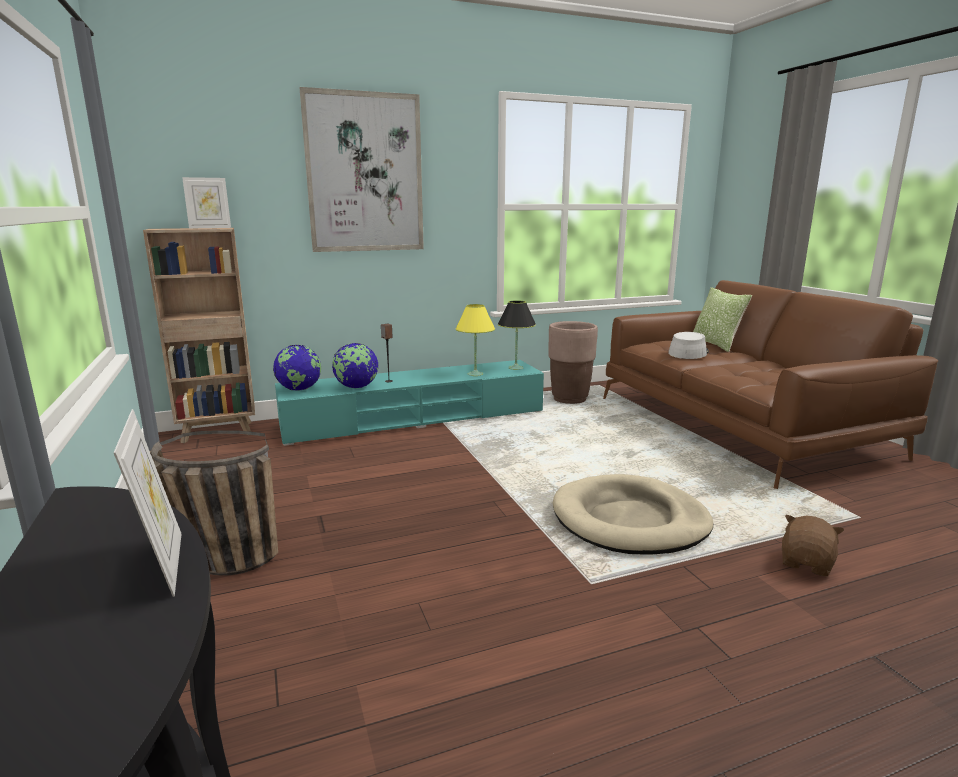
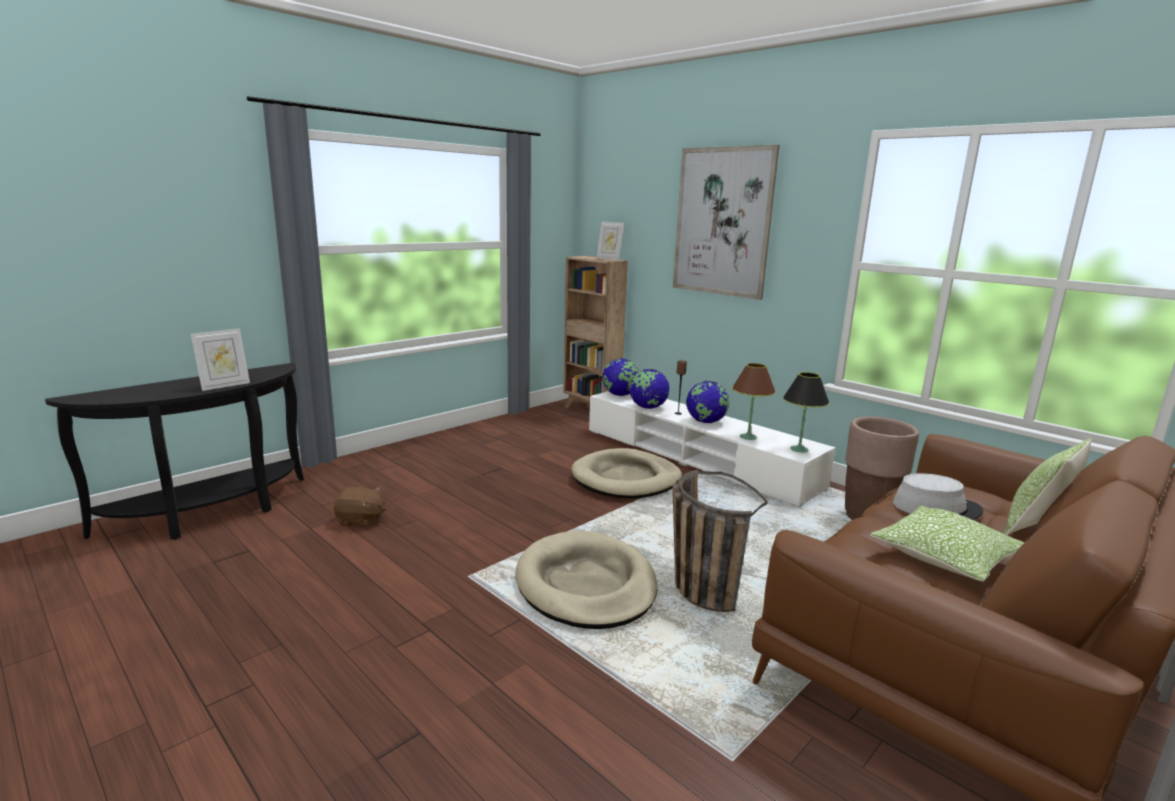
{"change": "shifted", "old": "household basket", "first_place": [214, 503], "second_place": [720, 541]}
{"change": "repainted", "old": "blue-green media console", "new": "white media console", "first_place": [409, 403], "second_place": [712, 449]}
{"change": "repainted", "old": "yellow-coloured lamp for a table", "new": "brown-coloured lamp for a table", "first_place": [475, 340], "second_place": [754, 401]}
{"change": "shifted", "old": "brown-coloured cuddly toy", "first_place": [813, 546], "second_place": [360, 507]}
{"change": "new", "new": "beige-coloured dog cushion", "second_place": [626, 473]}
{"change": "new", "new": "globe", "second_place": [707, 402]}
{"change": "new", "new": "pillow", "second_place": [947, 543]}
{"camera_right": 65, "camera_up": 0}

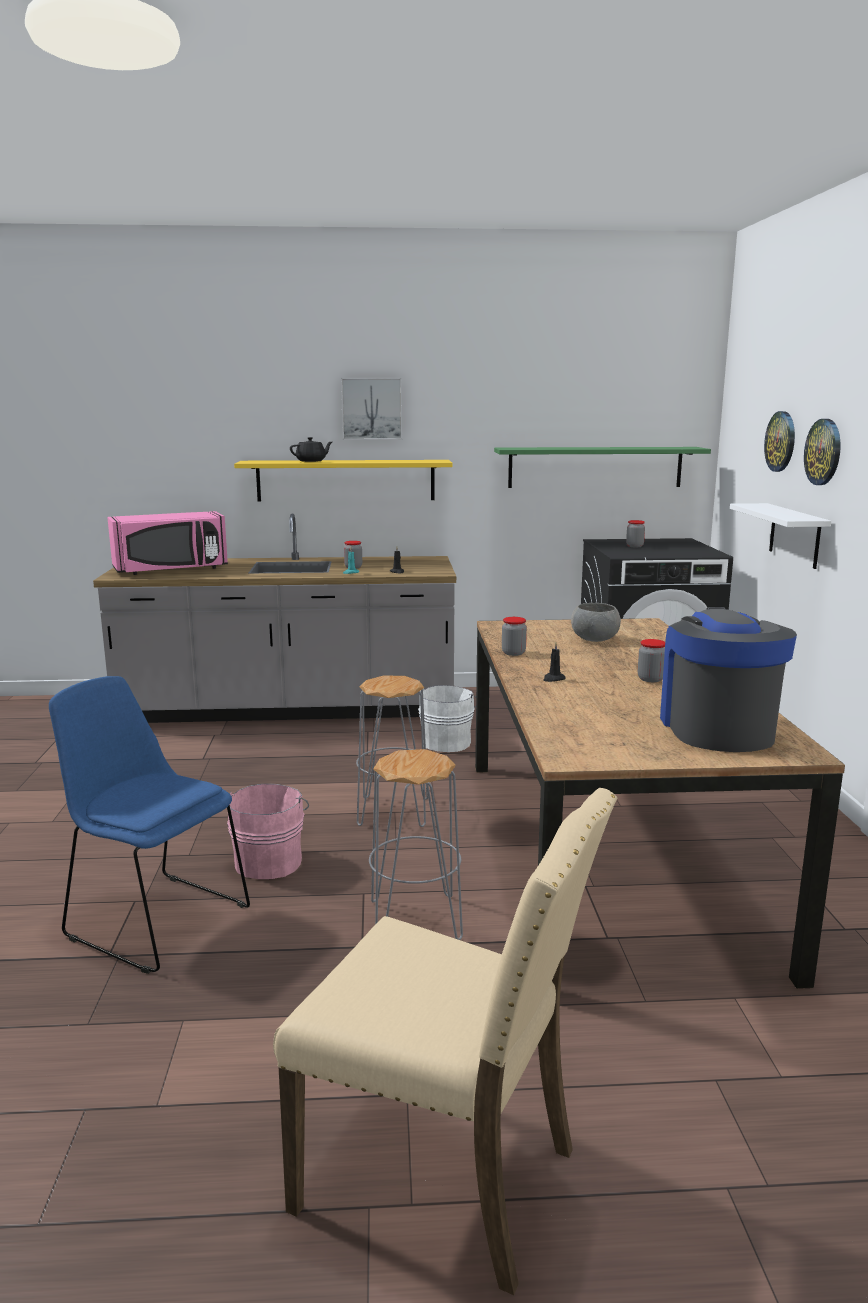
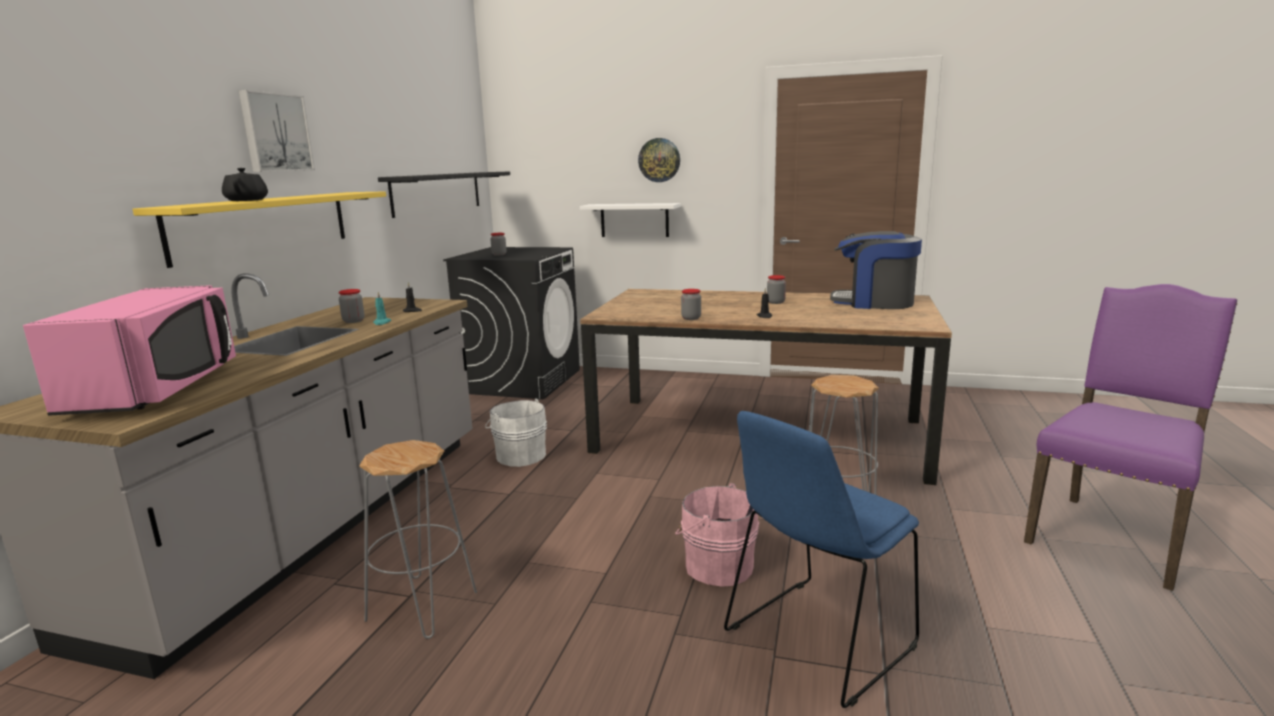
{"change": "repainted", "old": "beige-coloured plain chair", "new": "purplish plain chair", "first_place": [445, 1041], "second_place": [1130, 437]}
{"change": "shifted", "old": "grey stool seat", "first_place": [392, 751], "second_place": [418, 539]}
{"change": "repainted", "old": "greenish wall shelf", "new": "blackish wall shelf", "first_place": [602, 467], "second_place": [444, 194]}
{"change": "gone", "old": "grey bowl", "first_place": [596, 622]}
{"change": "gone", "old": "clock on the wall", "first_place": [779, 441]}
{"camera_right": -70, "camera_up": 0}

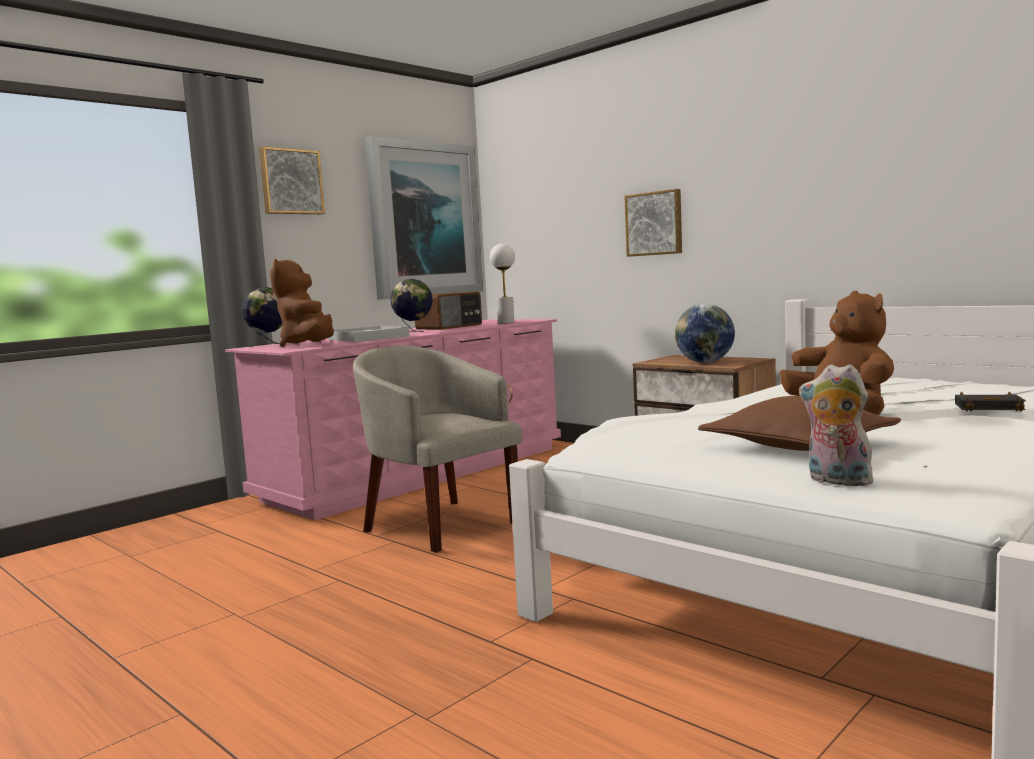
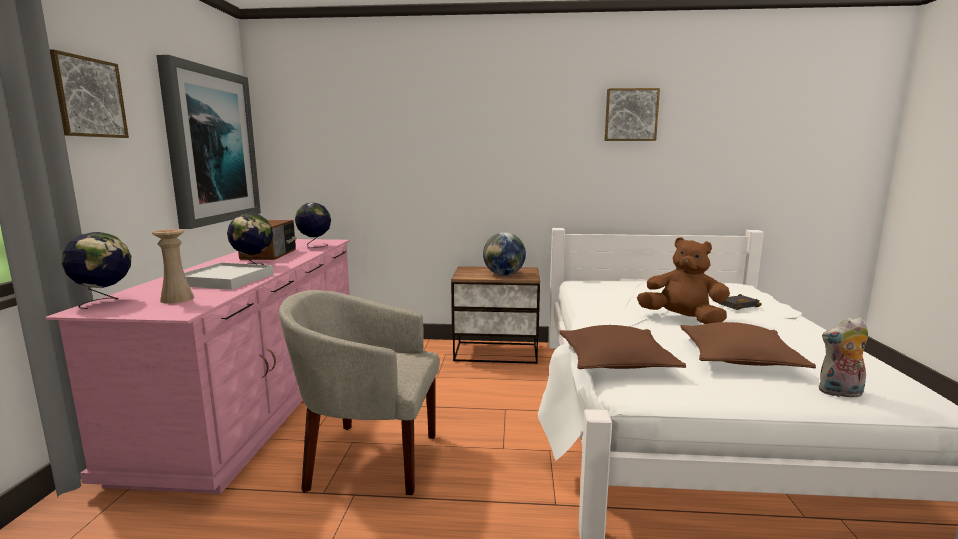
{"change": "swapped", "old": "brown-coloured cuddly toy", "new": "beige-coloured decorative vase", "first_place": [302, 303], "second_place": [173, 266]}
{"change": "swapped", "old": "white lamp for a table", "new": "globe", "first_place": [502, 283], "second_place": [313, 225]}
{"change": "shifted", "old": "wall art", "first_place": [653, 223], "second_place": [632, 114]}
{"change": "new", "new": "brown-coloured pillow", "second_place": [623, 347]}
{"camera_right": -40, "camera_up": 5}

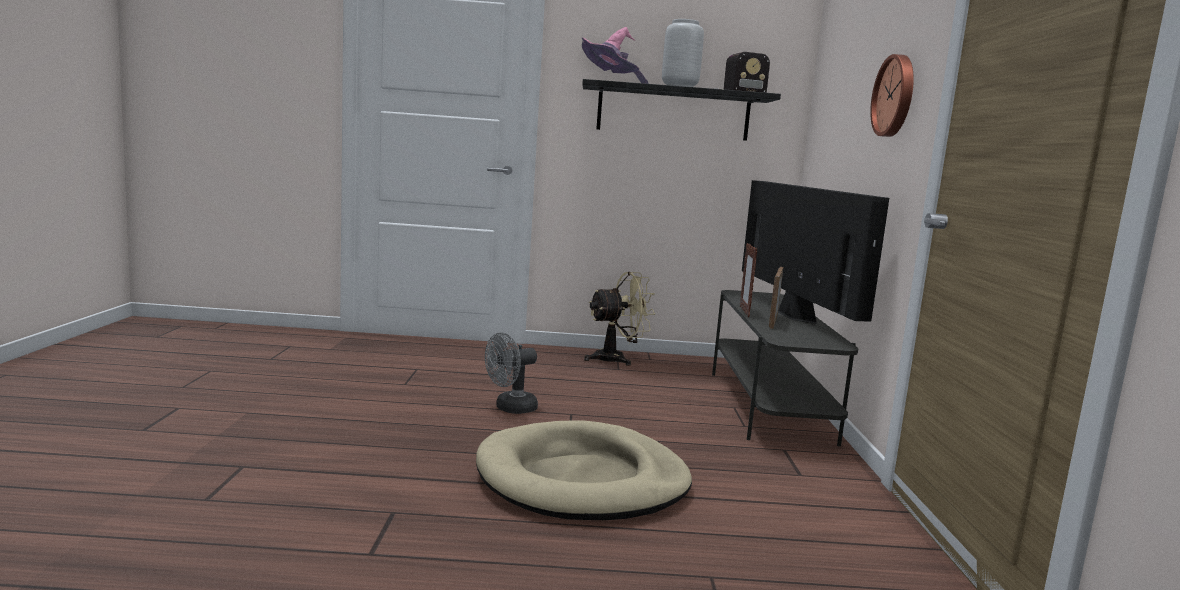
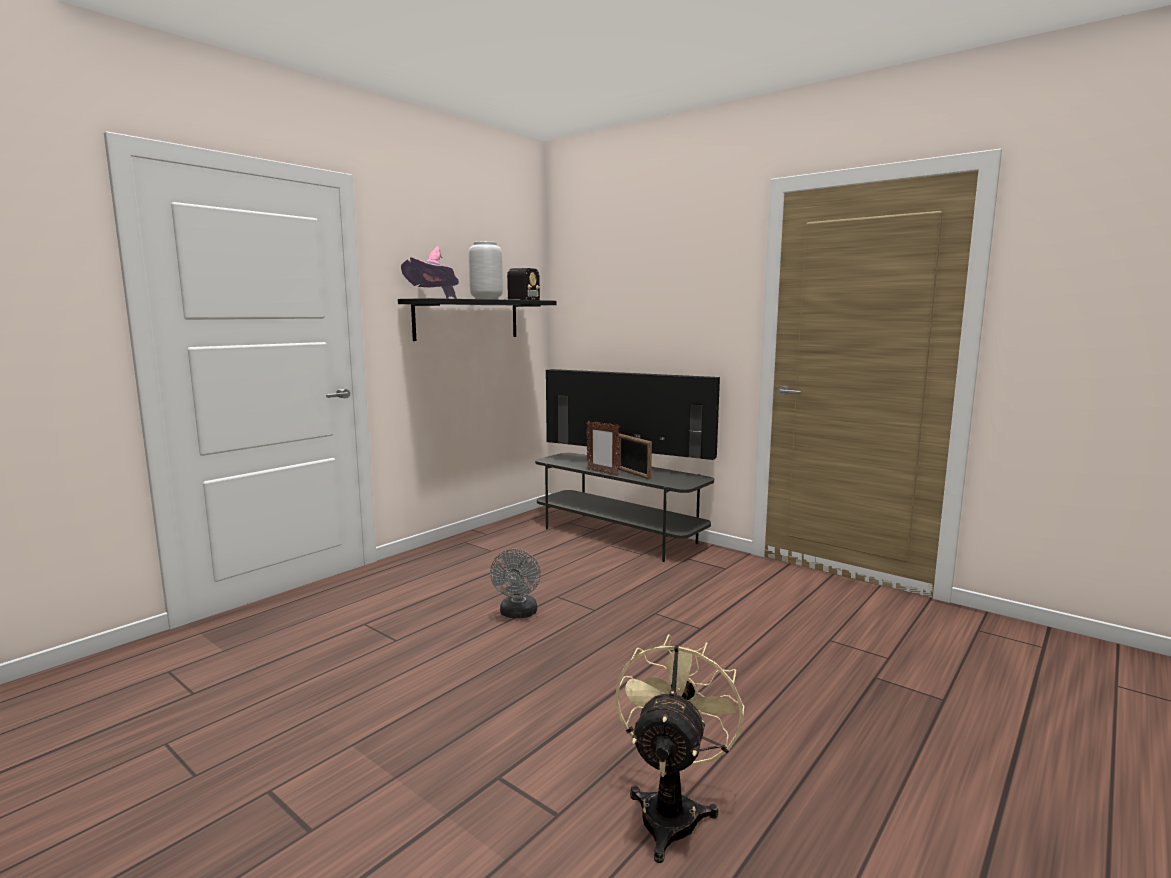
{"change": "gone", "old": "beige-coloured dog cushion", "first_place": [584, 470]}
{"change": "shifted", "old": "beige-coloured electric fan", "first_place": [619, 319], "second_place": [679, 748]}
{"change": "gone", "old": "clock on the wall", "first_place": [892, 95]}
{"camera_right": -50, "camera_up": 0}

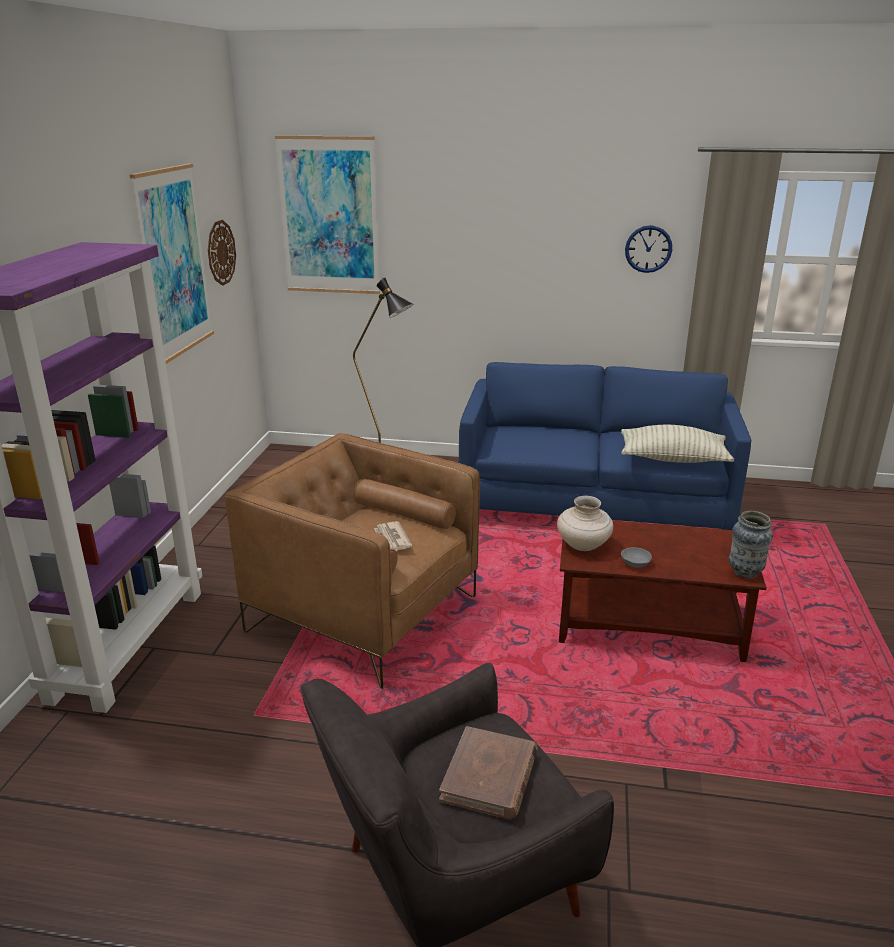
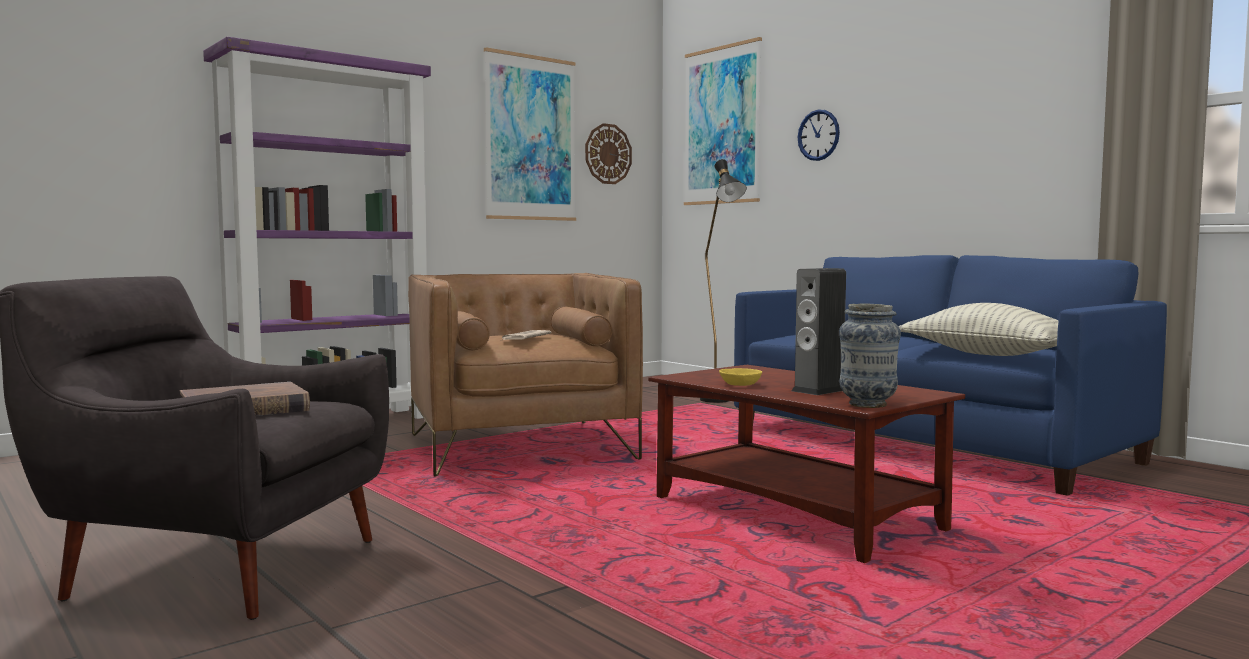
{"change": "gone", "old": "beige-coloured decorative vase", "first_place": [585, 523]}
{"change": "repainted", "old": "grey bowl", "new": "yellow-coloured bowl", "first_place": [636, 557], "second_place": [740, 377]}
{"change": "shifted", "old": "clock on the wall", "first_place": [648, 249], "second_place": [819, 135]}
{"change": "new", "new": "audio speaker", "second_place": [818, 331]}
{"camera_right": 40, "camera_up": -20}

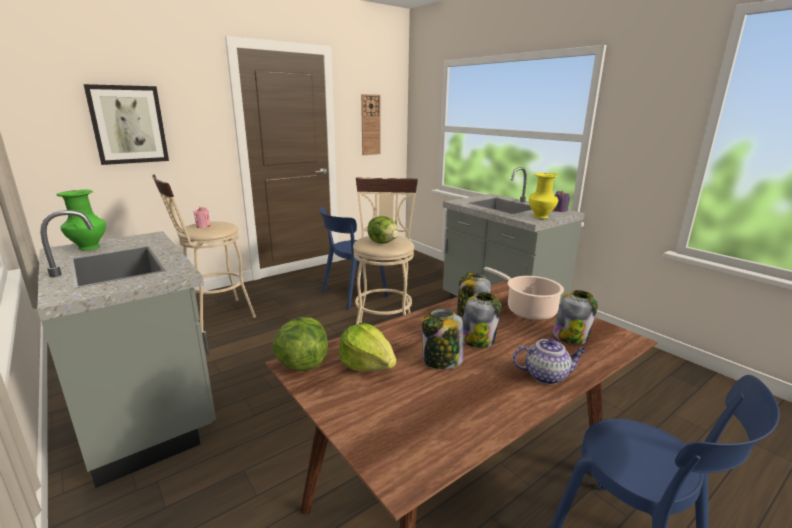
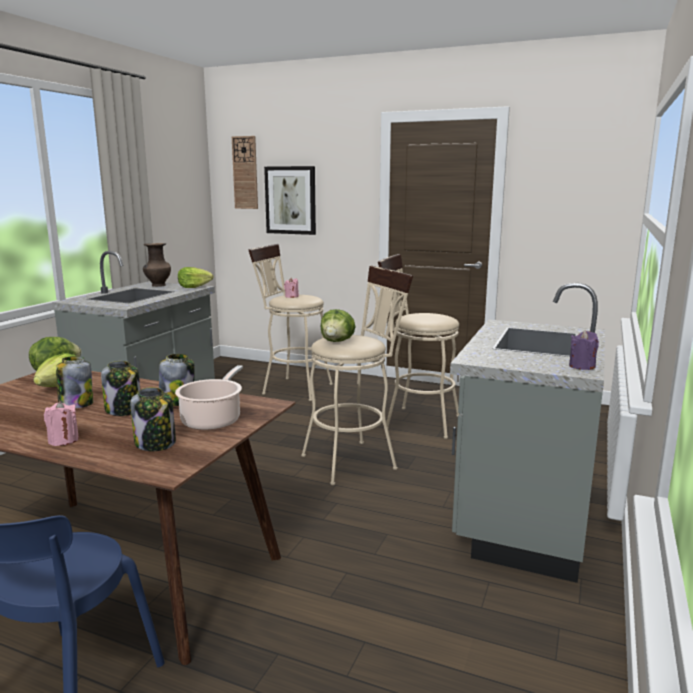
{"change": "repainted", "old": "greenish decorative vase", "new": "brown-coloured decorative vase", "first_place": [81, 220], "second_place": [157, 265]}
{"change": "swapped", "old": "blue plain chair", "new": "beige-coloured stool seat", "first_place": [353, 258], "second_place": [419, 346]}
{"change": "shifted", "old": "clock on the wall", "first_place": [371, 124], "second_place": [245, 172]}
{"change": "swapped", "old": "teapot", "new": "pink-coloured wax candle", "first_place": [550, 362], "second_place": [61, 423]}
{"change": "gone", "old": "yellow-coloured decorative vase", "first_place": [543, 196]}
{"change": "new", "new": "head of lettuce", "second_place": [196, 277]}
{"camera_right": 60, "camera_up": -5}

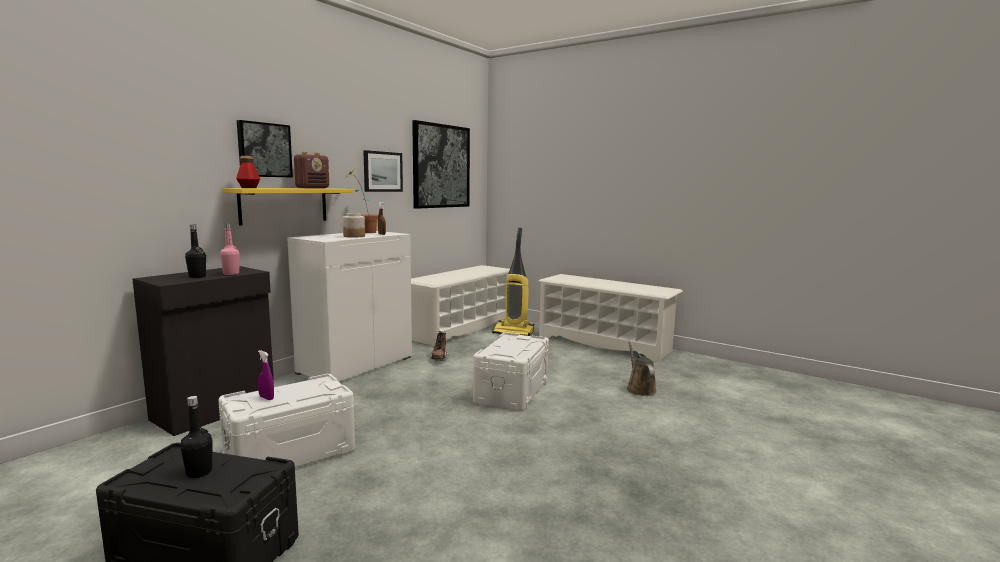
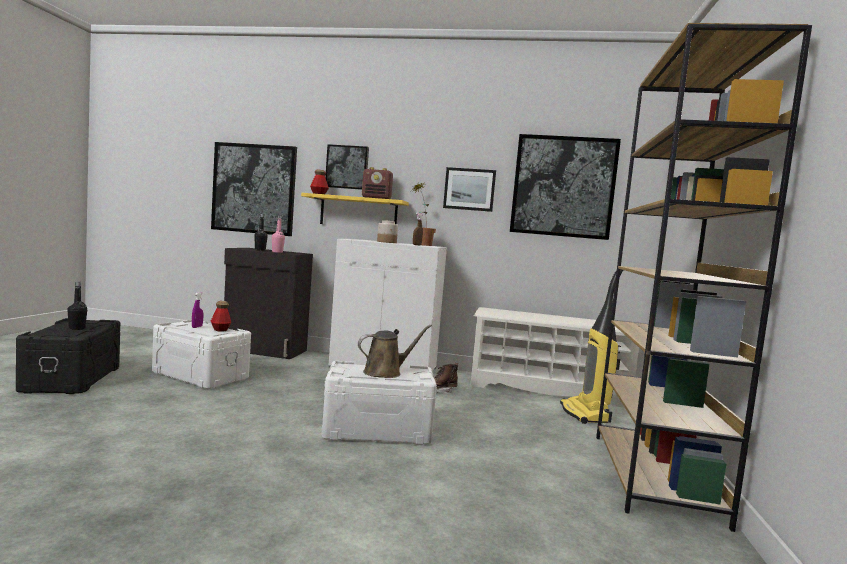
{"change": "swapped", "old": "white shoe shelf", "new": "brown-coloured bookcase", "first_place": [611, 318], "second_place": [704, 277]}
{"change": "shifted", "old": "brown-coloured watering pot", "first_place": [642, 369], "second_place": [395, 351]}
{"change": "new", "new": "wall art", "second_place": [254, 189]}
{"change": "new", "new": "drink bottle", "second_place": [221, 316]}
{"camera_right": 65, "camera_up": -5}

